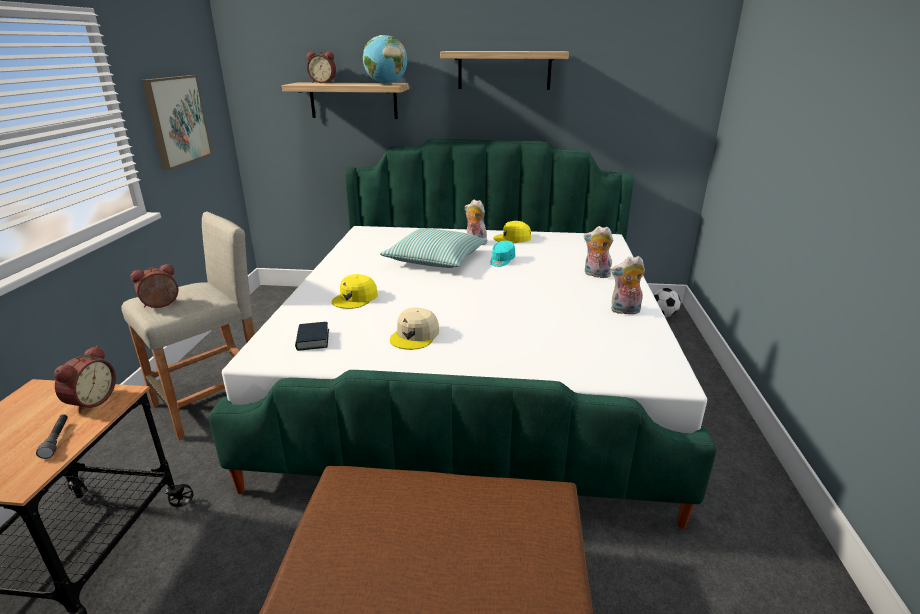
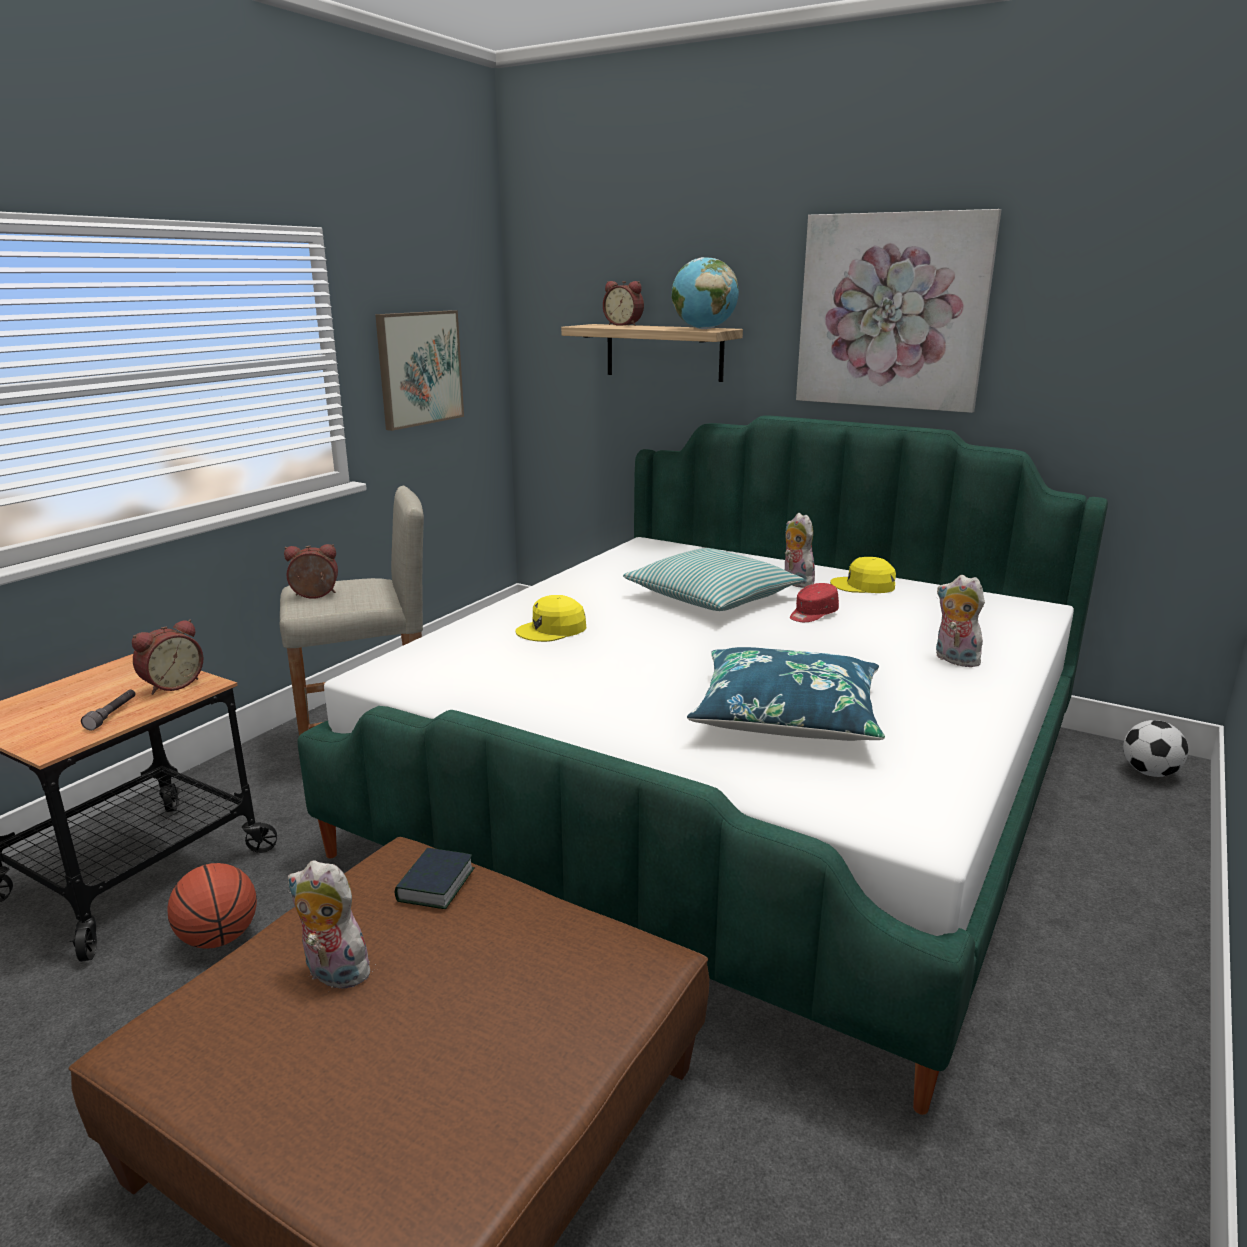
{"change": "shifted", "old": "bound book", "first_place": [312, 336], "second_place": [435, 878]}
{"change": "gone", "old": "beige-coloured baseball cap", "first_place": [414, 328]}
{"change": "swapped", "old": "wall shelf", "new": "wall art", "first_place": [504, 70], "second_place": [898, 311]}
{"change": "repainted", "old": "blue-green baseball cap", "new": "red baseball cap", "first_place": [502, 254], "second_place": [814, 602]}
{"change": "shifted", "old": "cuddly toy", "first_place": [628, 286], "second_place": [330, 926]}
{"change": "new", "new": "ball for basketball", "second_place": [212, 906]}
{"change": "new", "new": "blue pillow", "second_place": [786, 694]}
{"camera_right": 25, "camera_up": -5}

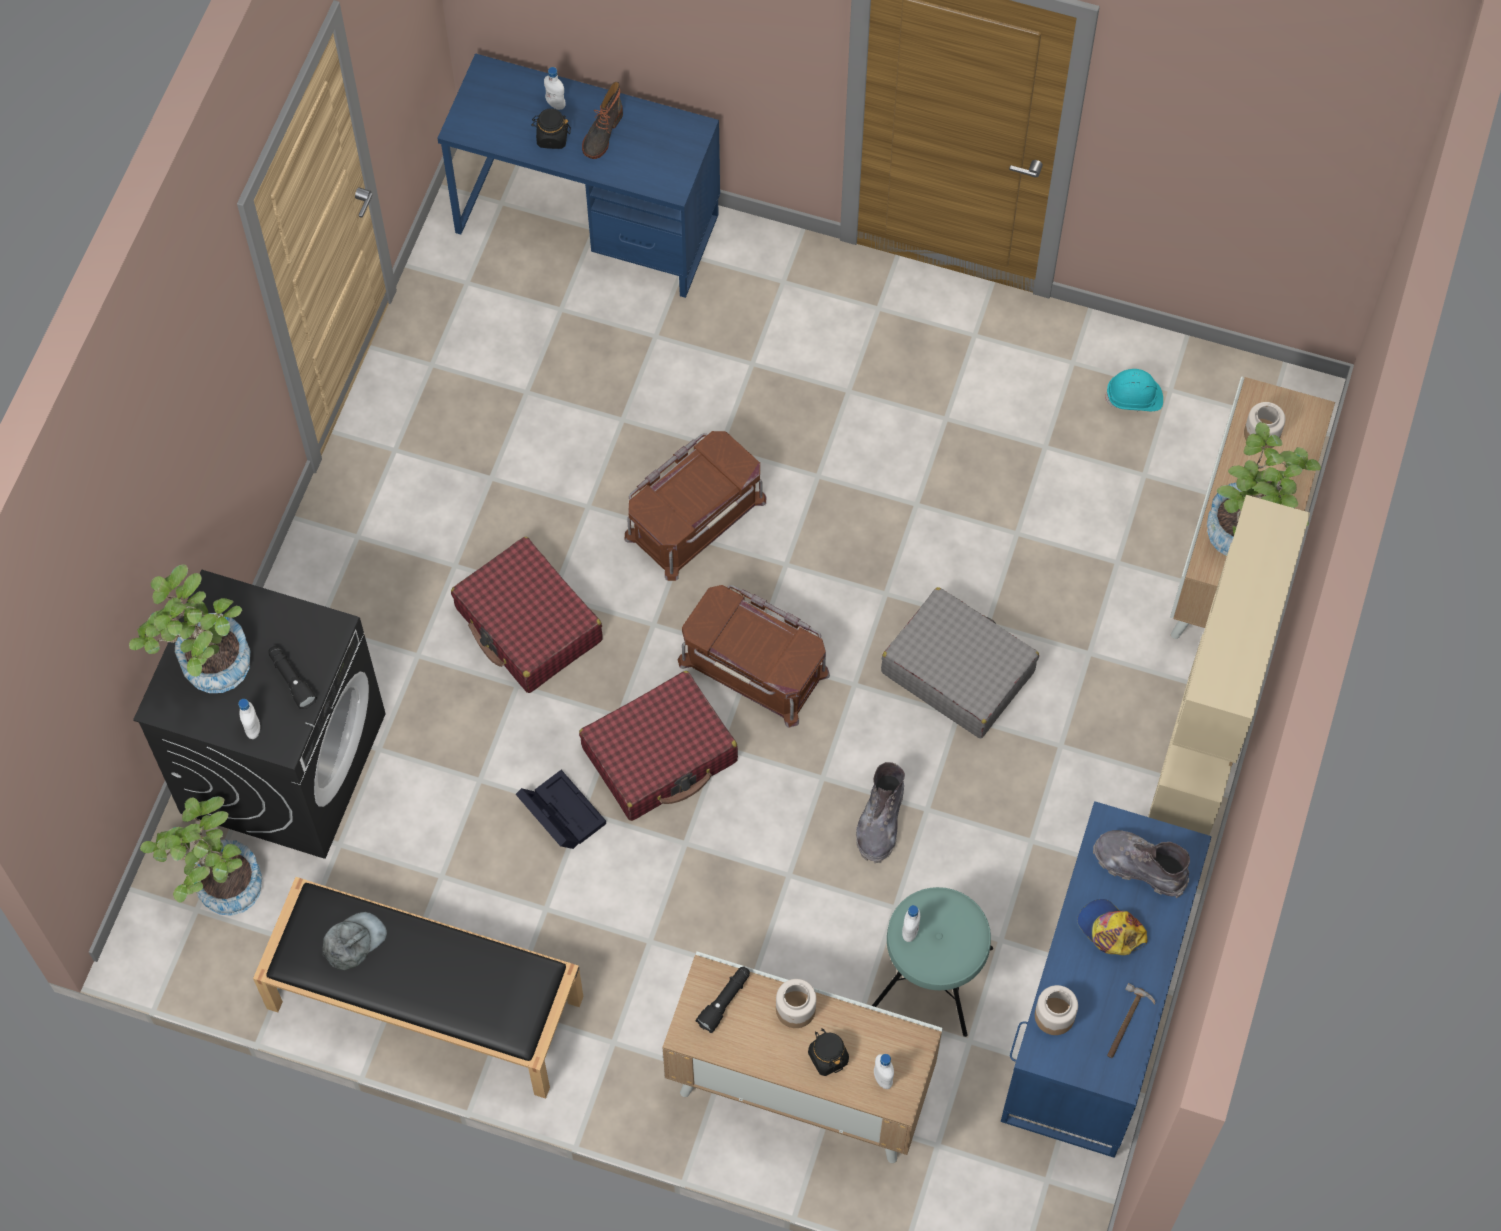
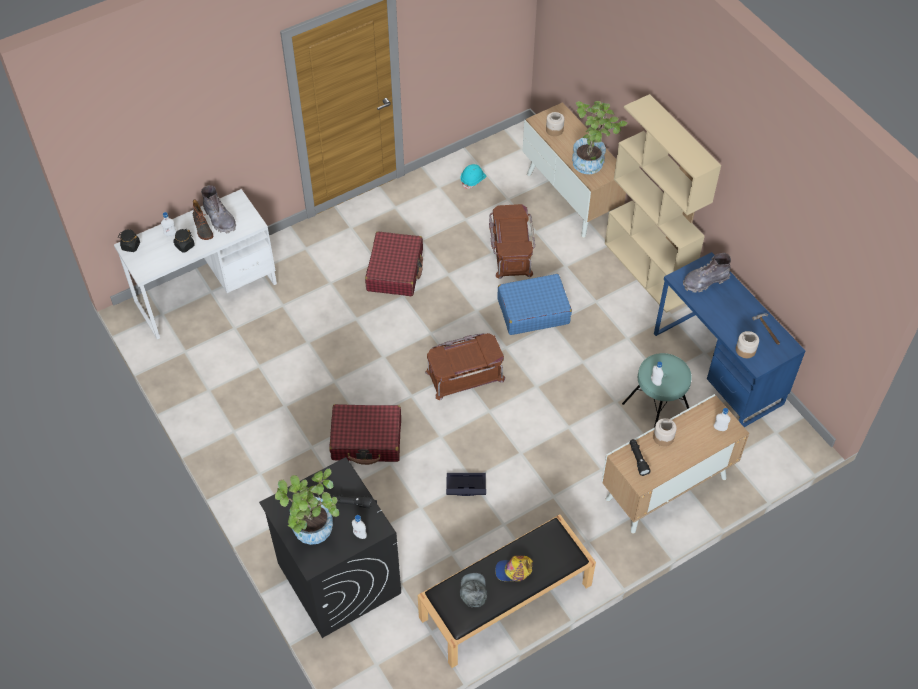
{"change": "gone", "old": "plant in a pot", "first_place": [201, 856]}
{"change": "repainted", "old": "blue desk unit", "new": "white desk unit", "first_place": [578, 175], "second_place": [195, 264]}
{"change": "shifted", "old": "red suitcase", "first_place": [658, 746], "second_place": [394, 263]}
{"change": "shifted", "old": "brown-coloured storage box", "first_place": [695, 506], "second_place": [512, 241]}
{"change": "shifted", "old": "blackish jar", "first_place": [828, 1052], "second_place": [129, 240]}
{"change": "shifted", "old": "grey high-top boot", "first_place": [880, 812], "second_place": [218, 209]}
{"change": "repainted", "old": "grey suitcase", "new": "blue suitcase", "first_place": [960, 662], "second_place": [534, 304]}
{"change": "shifted", "old": "baseball cap", "first_place": [1112, 927], "second_place": [514, 568]}
{"camera_right": -50, "camera_up": -10}

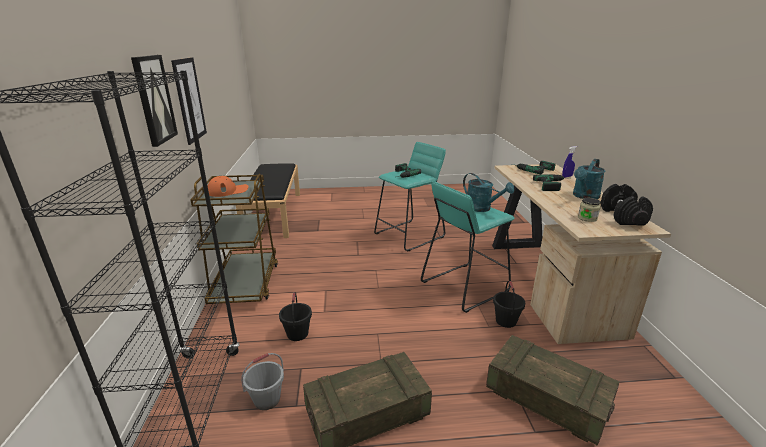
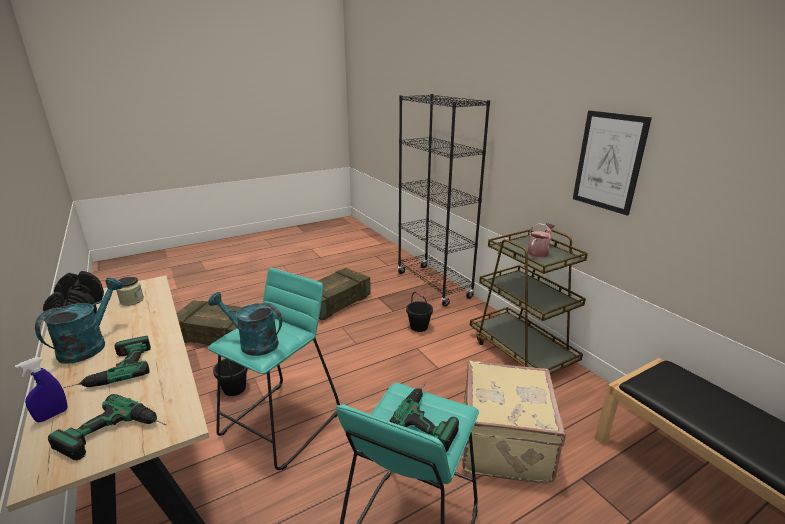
{"change": "gone", "old": "wall art", "first_place": [154, 101]}
{"change": "swapped", "old": "orange baseball cap", "new": "watering pot", "first_place": [228, 186], "second_place": [541, 240]}
{"change": "gone", "old": "grey water bucket", "first_place": [262, 381]}
{"change": "new", "new": "beige-coloured suitcase", "second_place": [514, 422]}
{"camera_right": 155, "camera_up": 0}

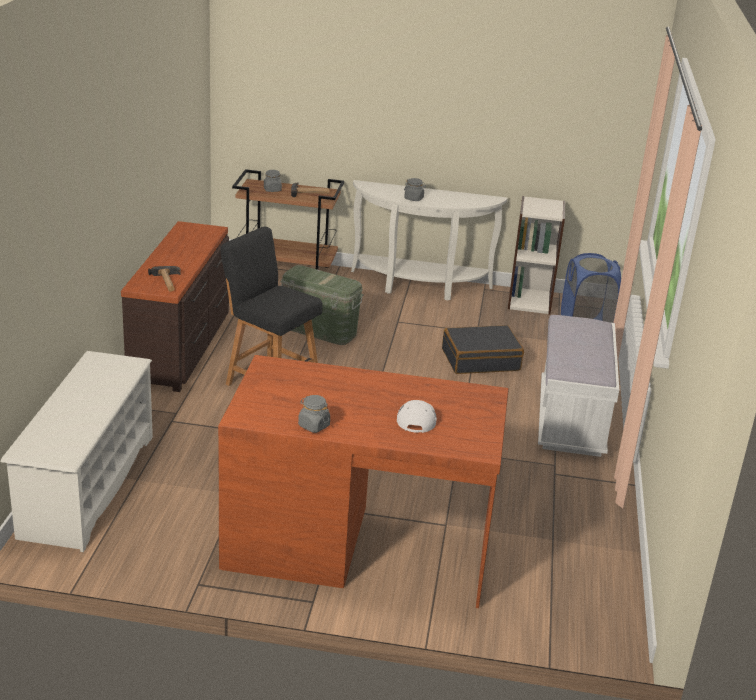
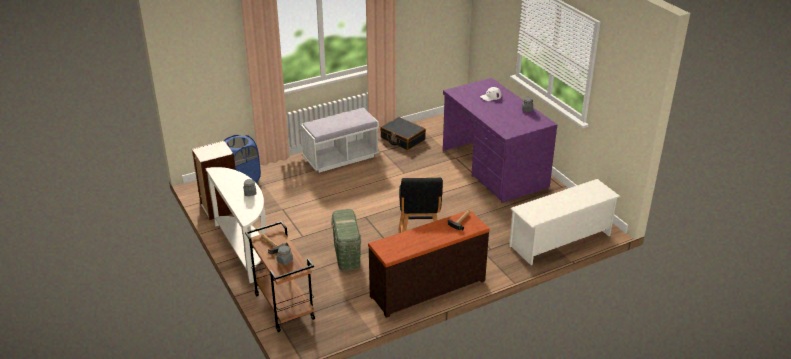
{"change": "repainted", "old": "brown-coloured desk unit", "new": "purplish desk unit", "first_place": [363, 481], "second_place": [500, 140]}
{"change": "shifted", "old": "blackish suitcase", "first_place": [483, 349], "second_place": [403, 133]}
{"camera_right": -125, "camera_up": 5}

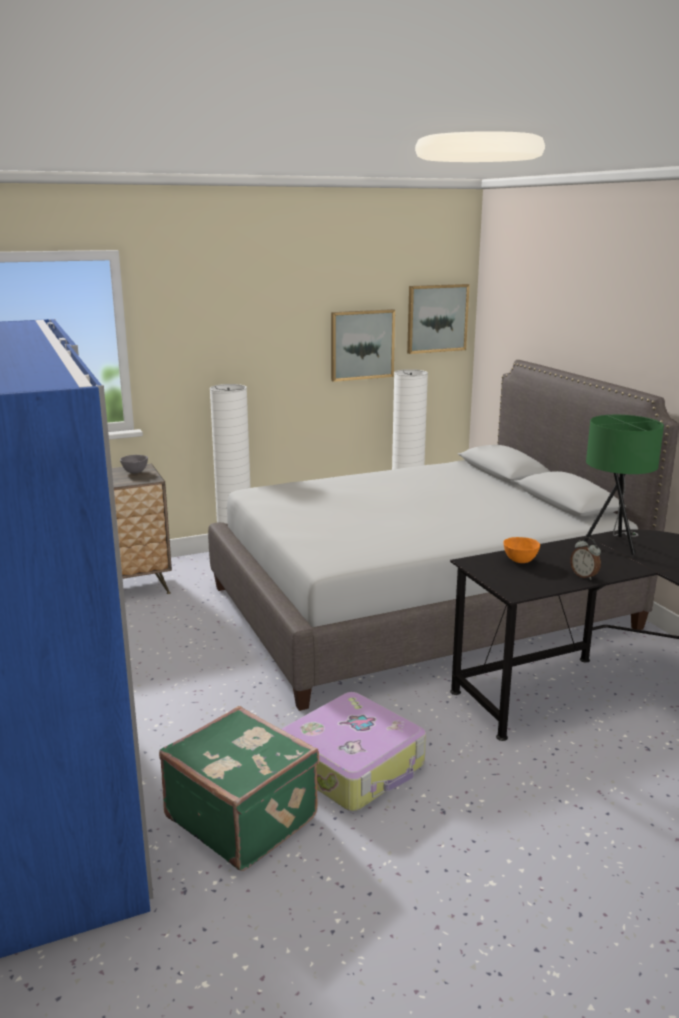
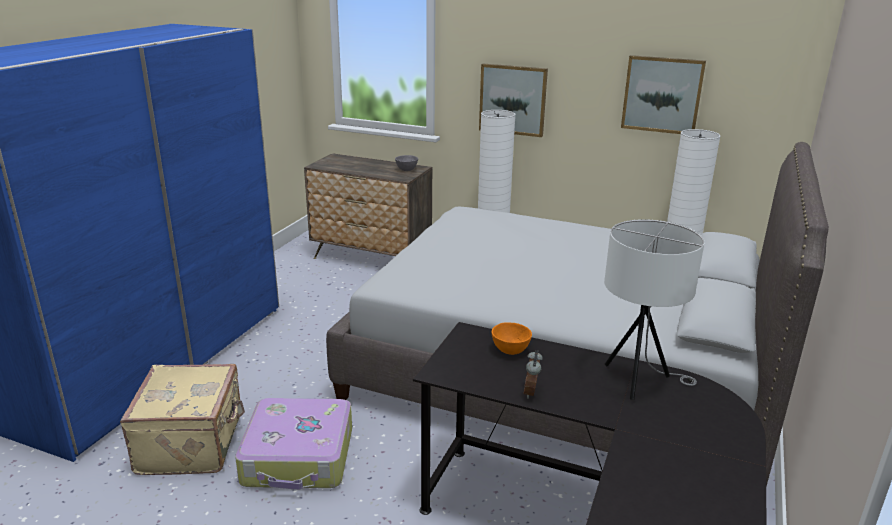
{"change": "repainted", "old": "greenish suitcase", "new": "beige-coloured suitcase", "first_place": [239, 788], "second_place": [182, 419]}
{"change": "shifted", "old": "wall art", "first_place": [438, 319], "second_place": [513, 100]}
{"change": "repainted", "old": "greenish lamp for a table", "new": "white lamp for a table", "first_place": [623, 485], "second_place": [654, 309]}
{"camera_right": 45, "camera_up": 5}

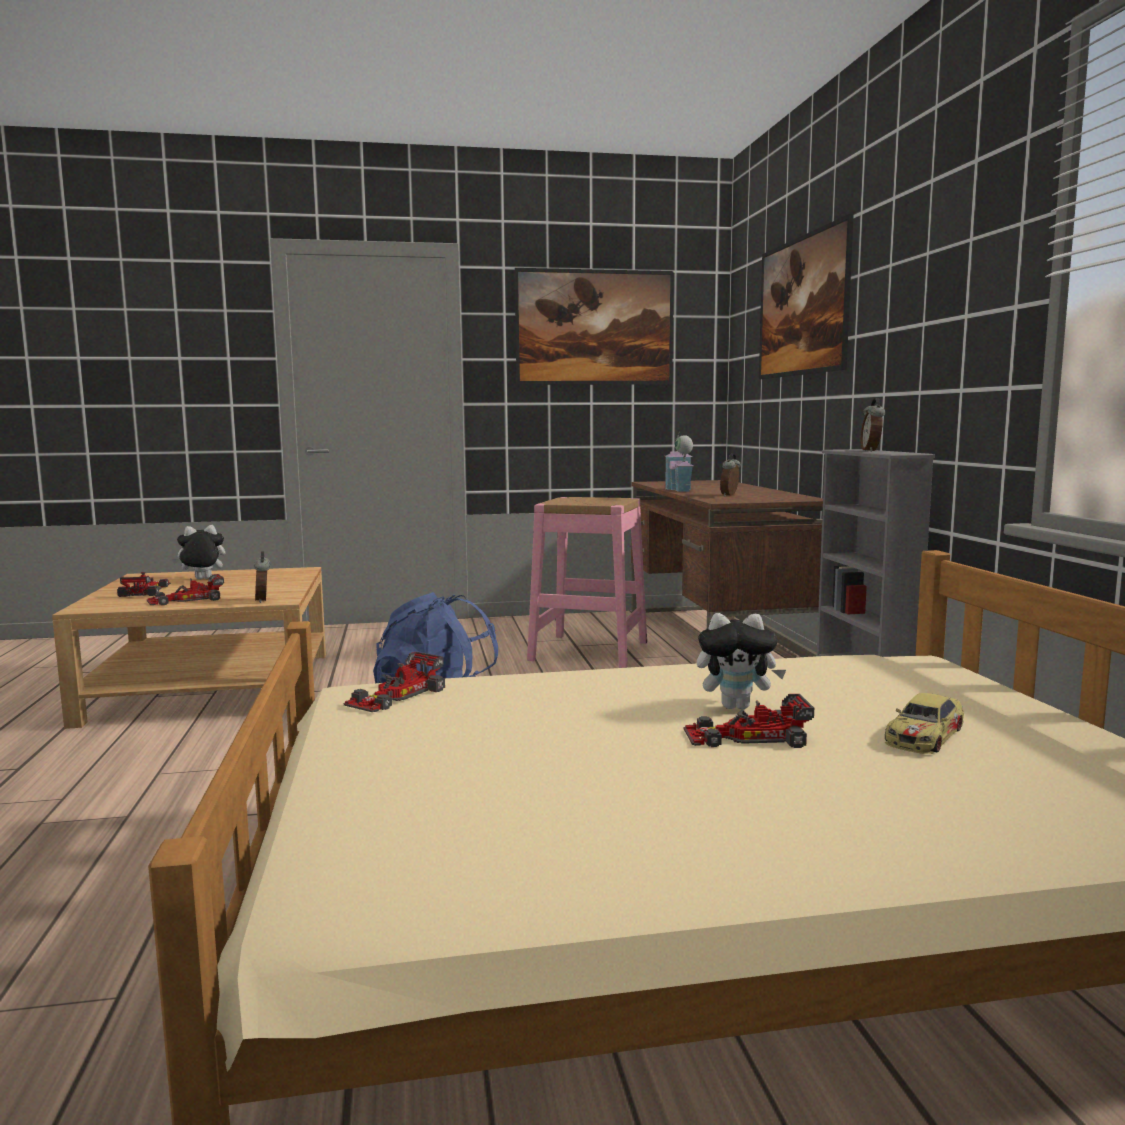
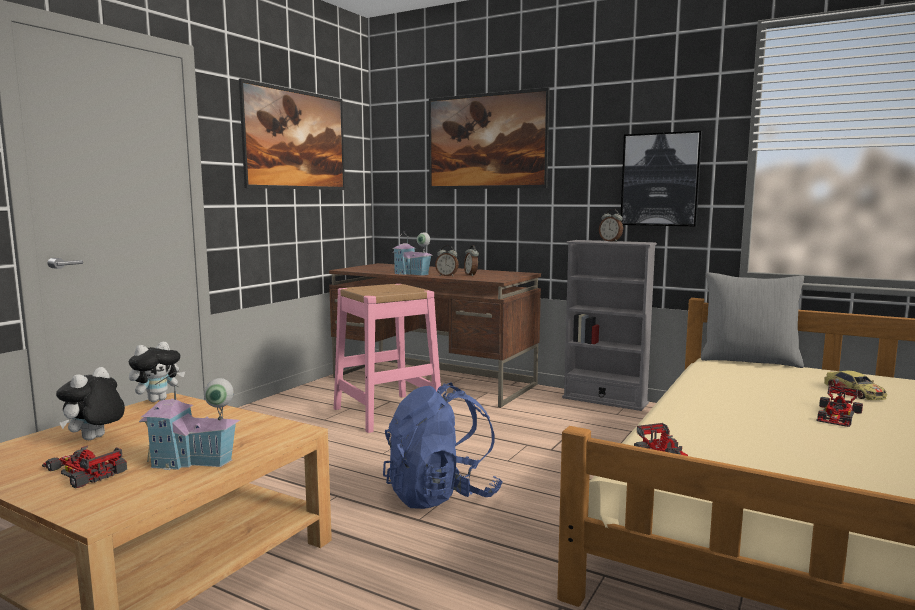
{"change": "swapped", "old": "miniature car", "new": "model house", "first_place": [185, 589], "second_place": [189, 421]}
{"change": "shifted", "old": "alarm clock", "first_place": [262, 577], "second_place": [447, 261]}
{"change": "shifted", "old": "cuddly toy", "first_place": [741, 661], "second_place": [157, 371]}
{"change": "new", "new": "wall art", "second_place": [661, 178]}
{"change": "new", "new": "grey pillow", "second_place": [752, 320]}
{"camera_right": -50, "camera_up": 0}

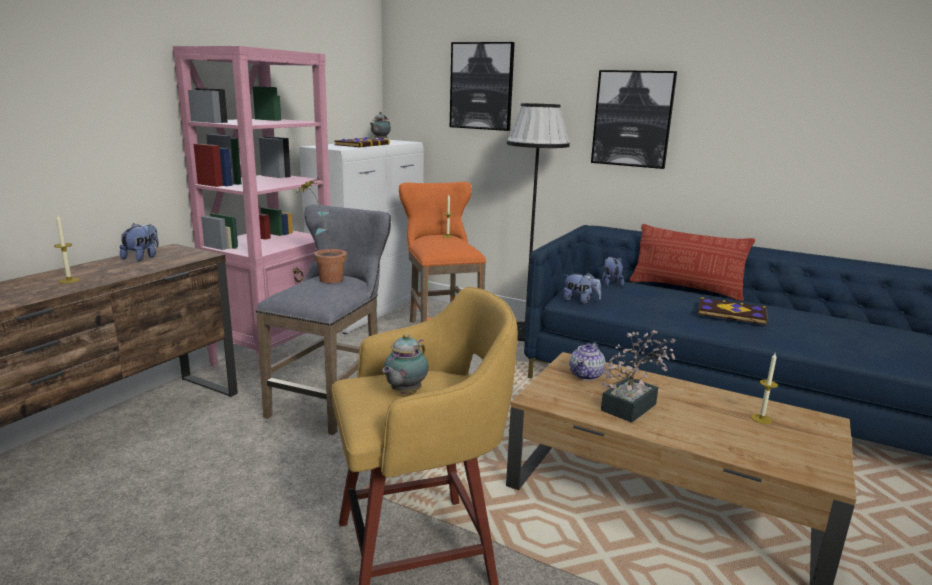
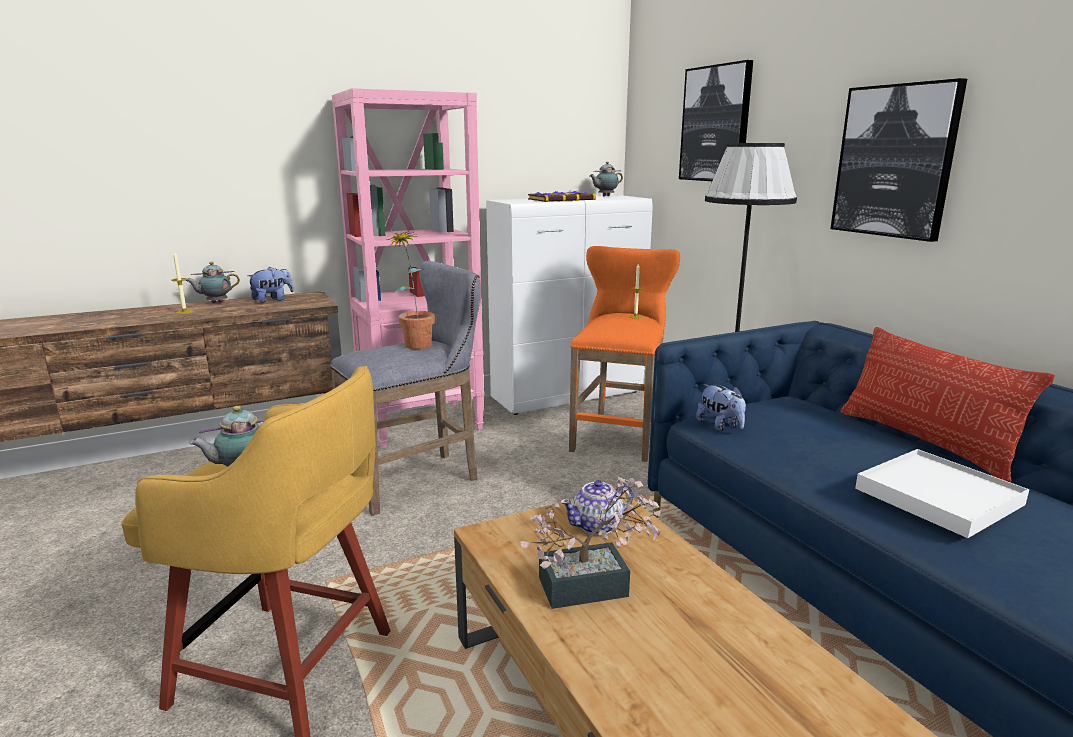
{"change": "gone", "old": "cuddly toy", "first_place": [613, 272]}
{"change": "swapped", "old": "bound book", "new": "white tray", "first_place": [733, 311], "second_place": [942, 493]}
{"change": "gone", "old": "wax candle", "first_place": [764, 388]}
{"change": "new", "new": "teapot", "second_place": [212, 282]}
{"camera_right": 35, "camera_up": 0}

